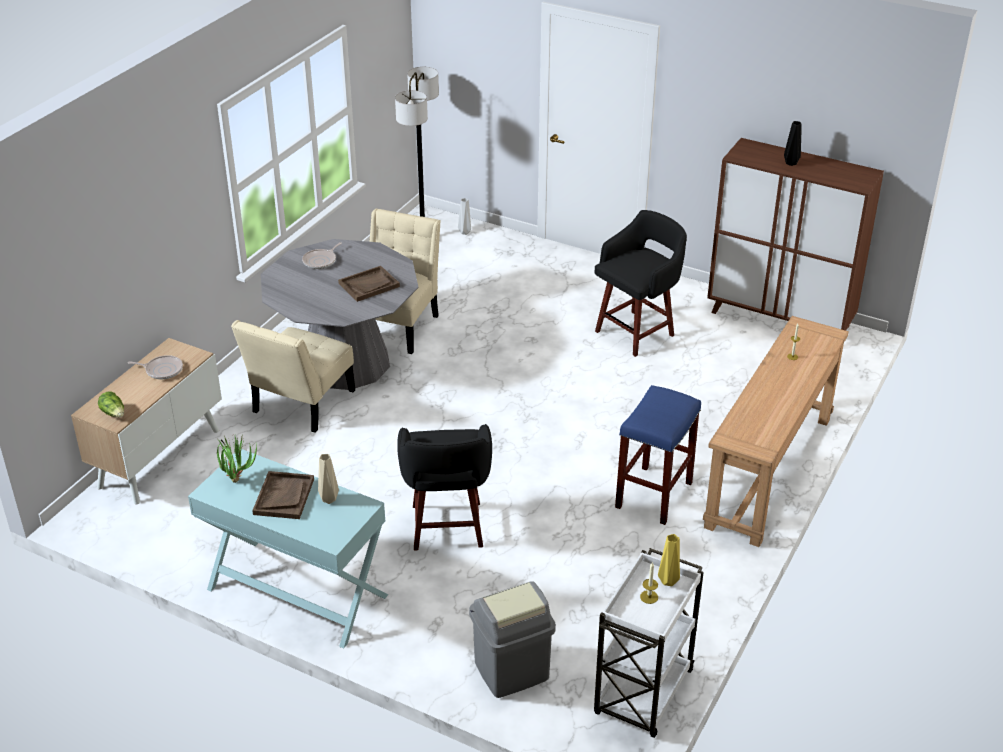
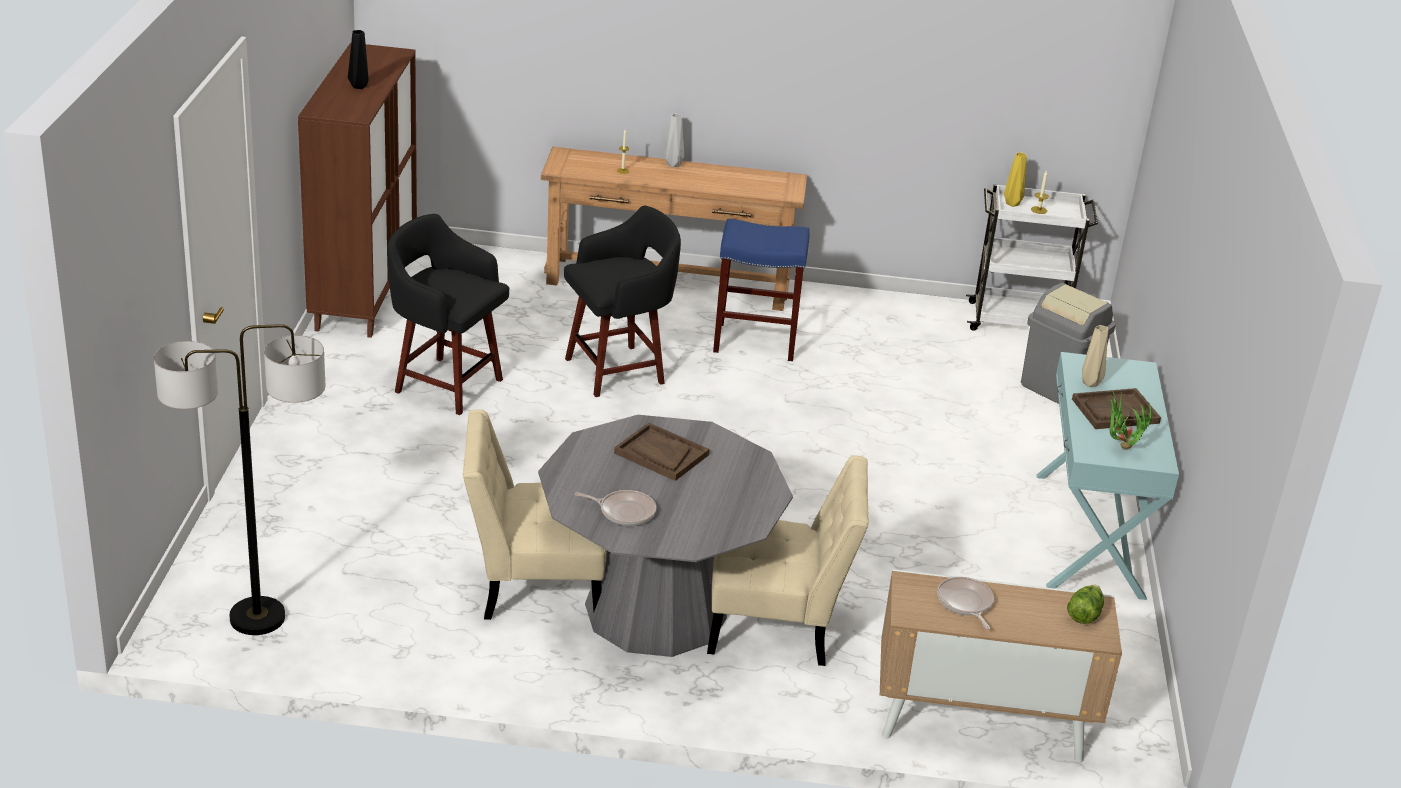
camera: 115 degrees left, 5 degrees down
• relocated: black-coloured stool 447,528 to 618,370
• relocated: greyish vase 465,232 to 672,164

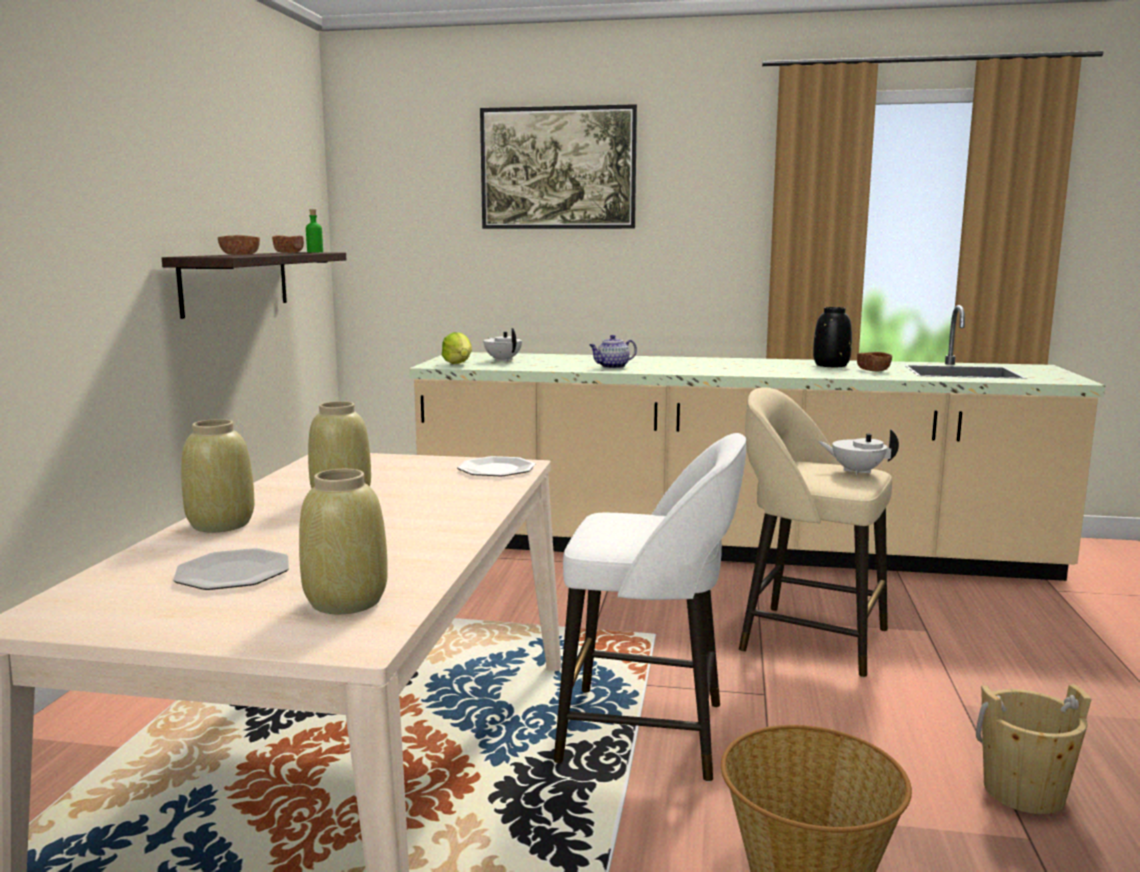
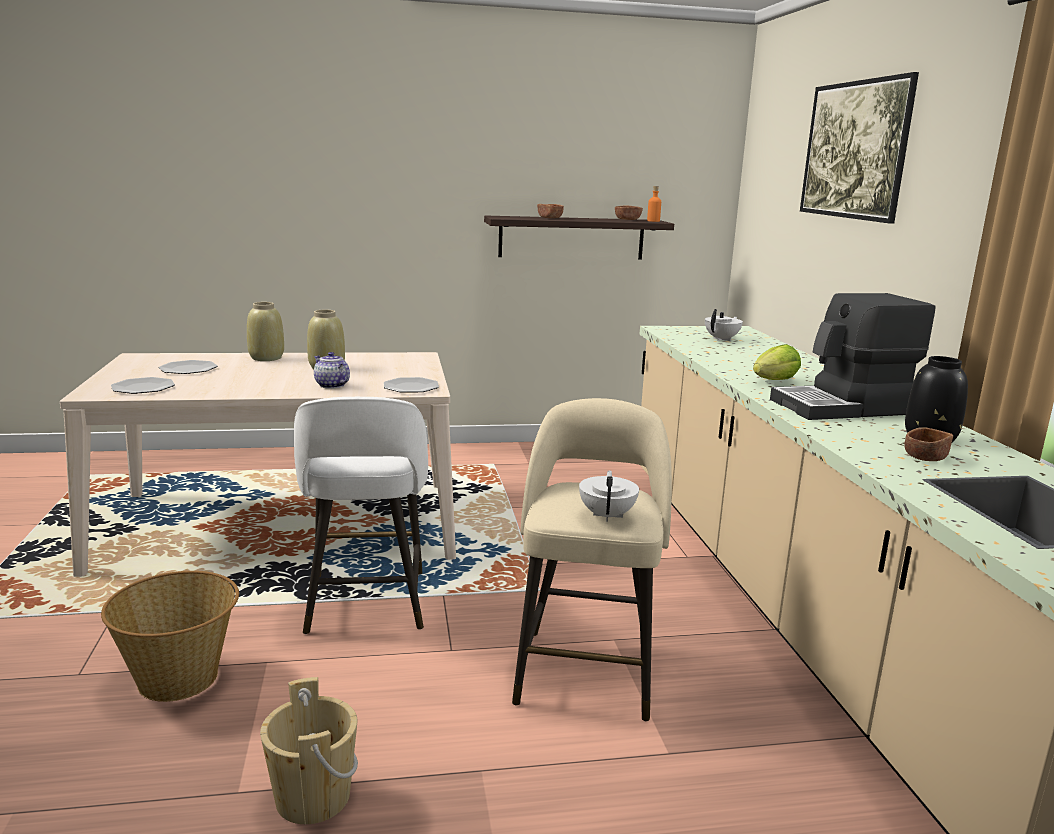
camera: 70 degrees right, 5 degrees up
• exchanged: sand-coloured vase 347,602 to plate 143,388
• relocated: tea pot 612,367 to 331,385
• colour: greenish drink bottle 315,252 to orange-coloured drink bottle 653,221
• relocated: head of lettuce 458,364 to 775,381
• appeared: coffee machine 844,407

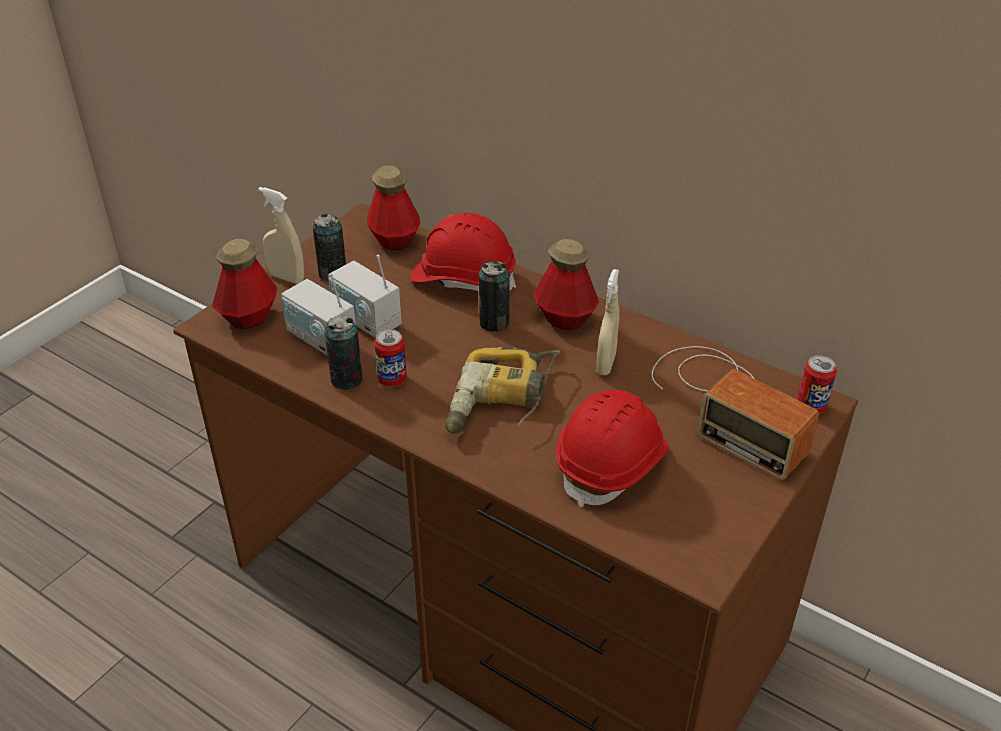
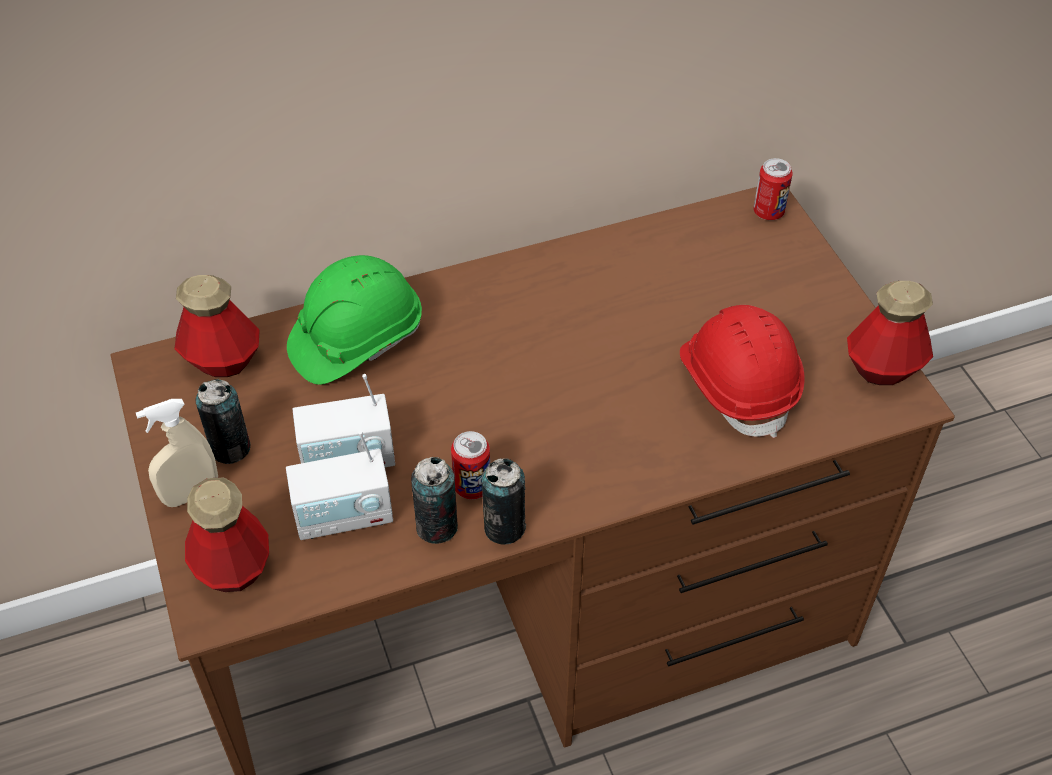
camera: 55 degrees left, 10 degrees up
• colour: red-coloured work helmet 463,278 to greenish work helmet 356,339
• relocated: can 494,323 to 504,527
• relocated: drink bottle 564,318 to 883,368
• missing: electric drill 502,402
• missing: sand-coloured hand sprayer 606,364
• missing: radio 726,404

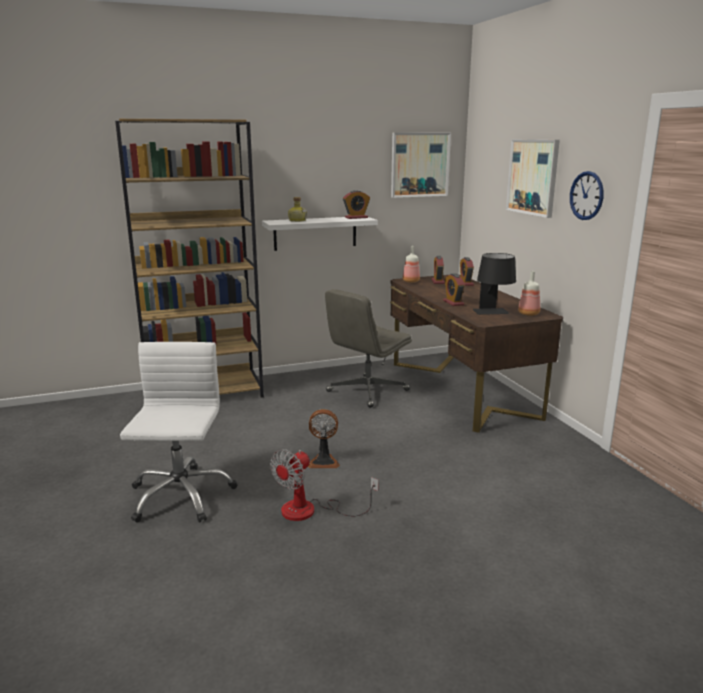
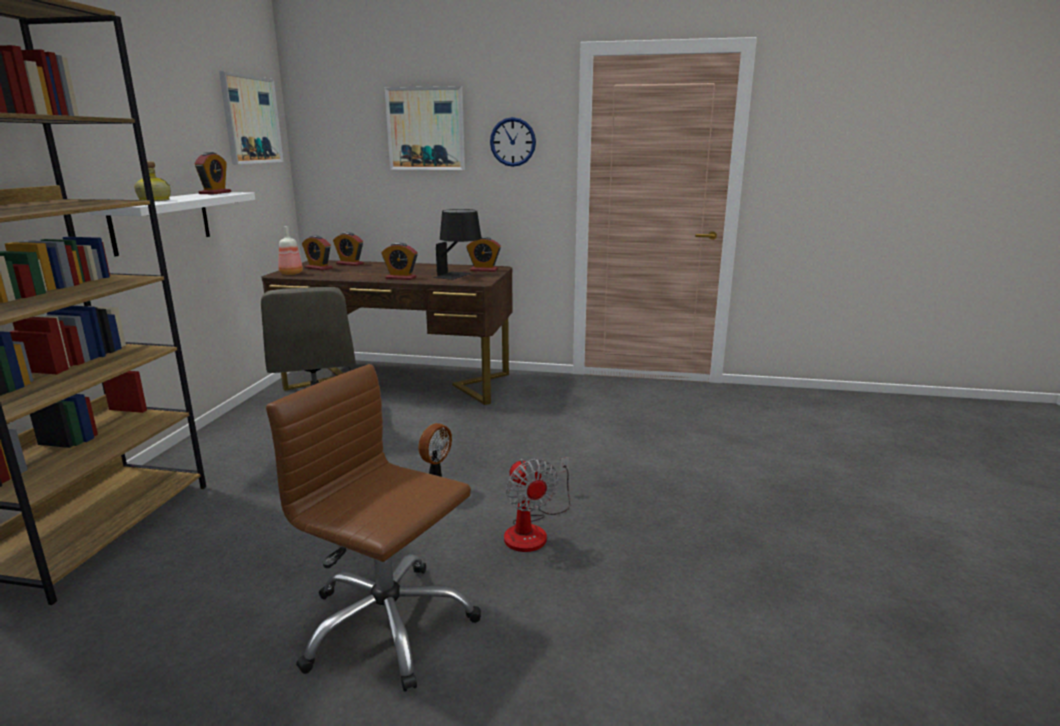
camera: 60 degrees left, 0 degrees up
• colour: white-coloured office chair 180,495 to brown office chair 387,625
• exchanged: drink bottle 529,314 to alarm clock 484,270

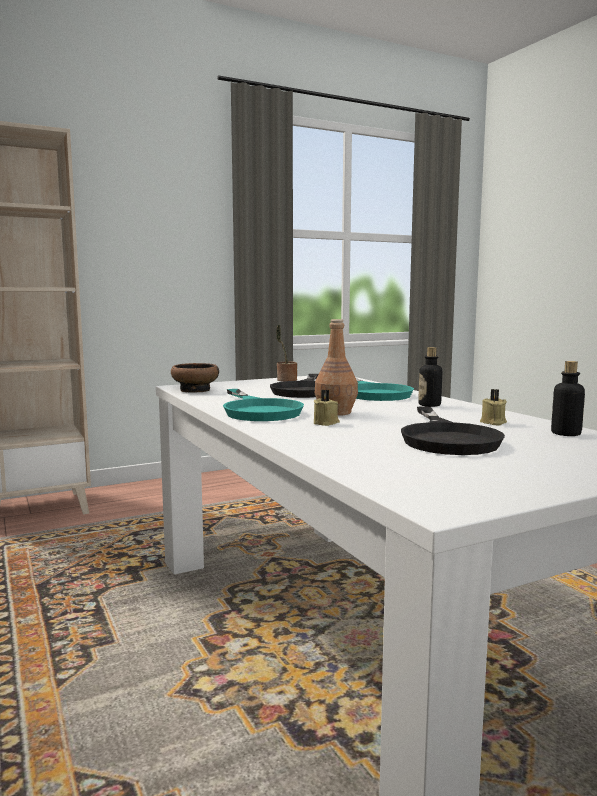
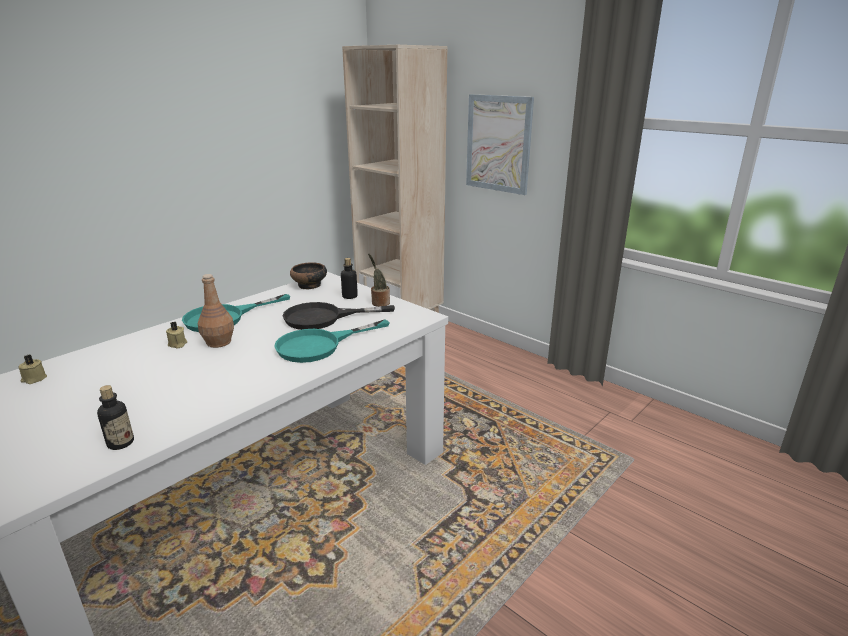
camera: 70 degrees right, 15 degrees up
• relocated: sand-coloured wax candle 493,423 to 34,379
• relocated: drink bottle 429,405 to 349,296
• appeared: wall art 498,144
• missing: black-coloured pan 447,438

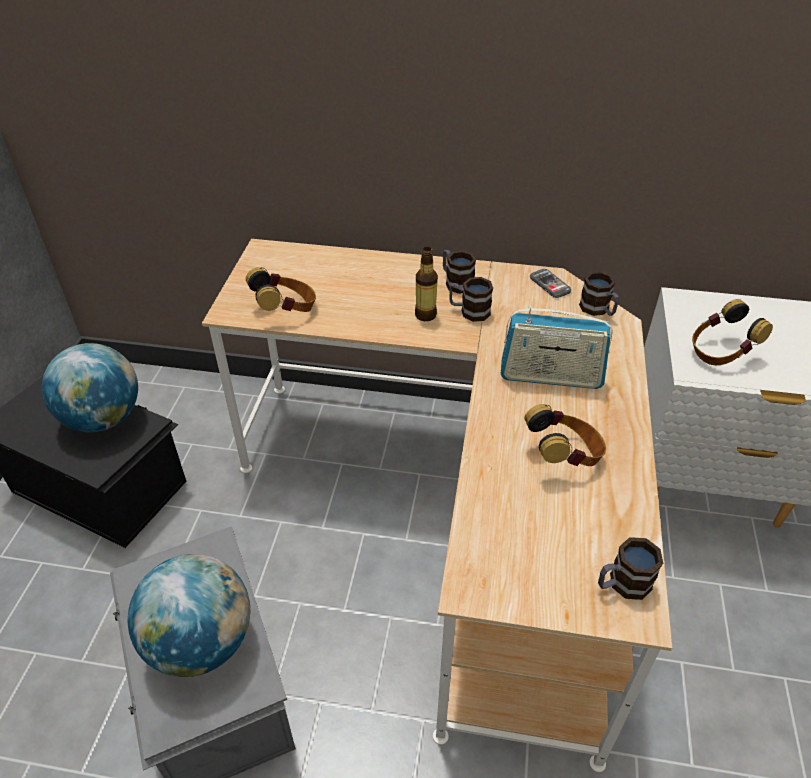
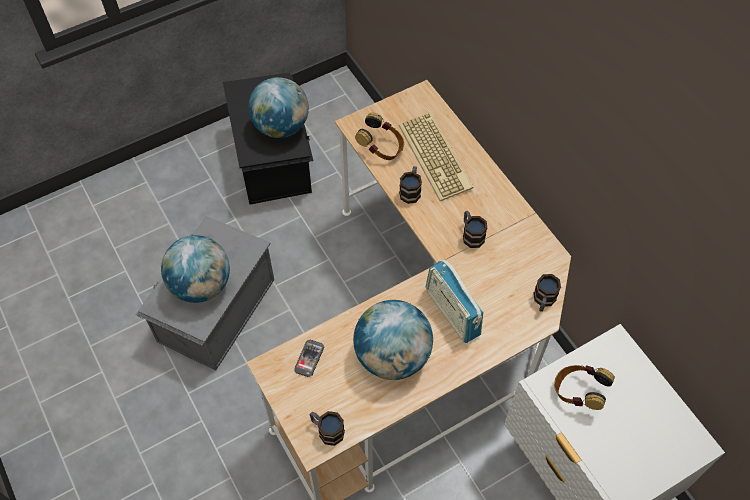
camera: 50 degrees right, 15 degrees up
• relocated: phone 550,284 to 309,358
• exchanged: headphones 564,456 to desk globe 392,356
• appeared: PC keyboard 437,157
• relocated: coffee mug 455,282 to 411,190
• missing: drink bottle 425,315

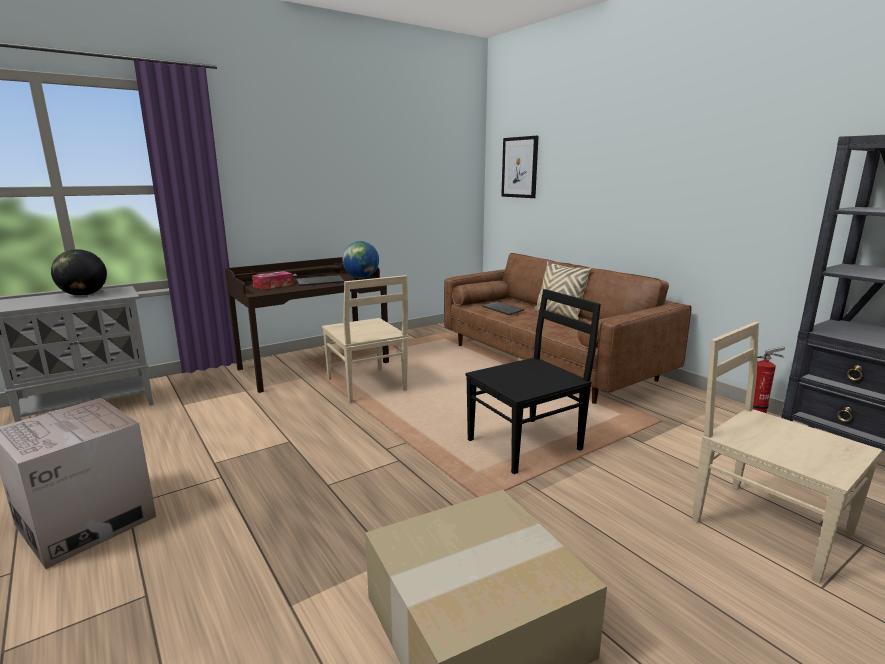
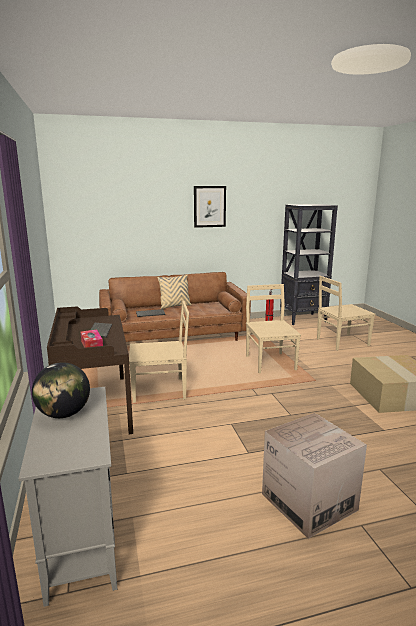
camera: 70 degrees left, 0 degrees up
• relocated: wall art 520,167 to 209,206
• colour: black-coloured plain chair 527,444 to sand-coloured plain chair 270,362
• missing: desk globe 361,277

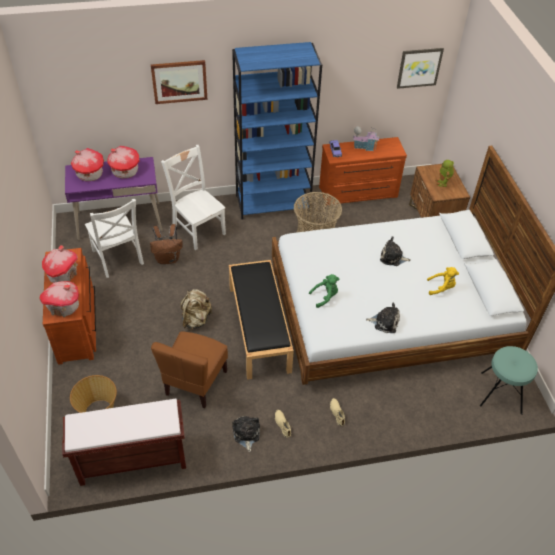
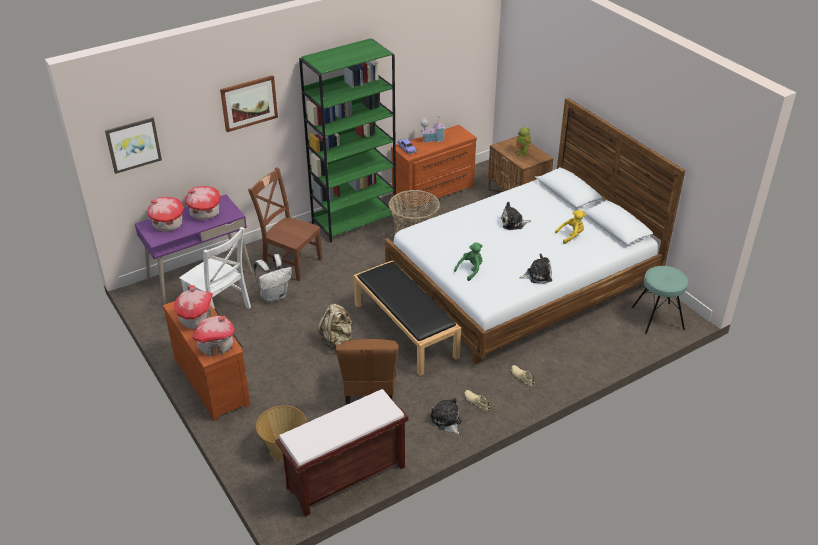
camera: 20 degrees left, 10 degrees down
• relocated: wall art 419,67 to 133,144
• colour: white-coloured plain chair 198,229 to brown plain chair 290,262
• colour: brown knapsack 168,258 to white-coloured knapsack 274,296
• colour: blue bookshelf 273,203 to greenish bookshelf 354,220

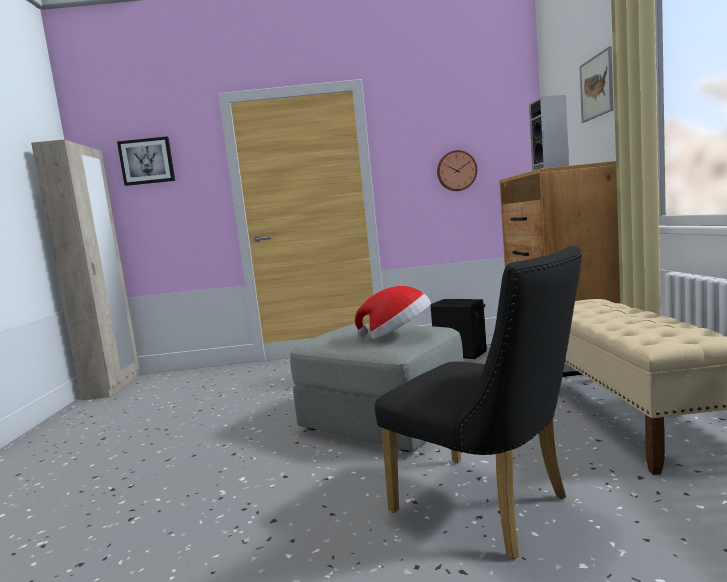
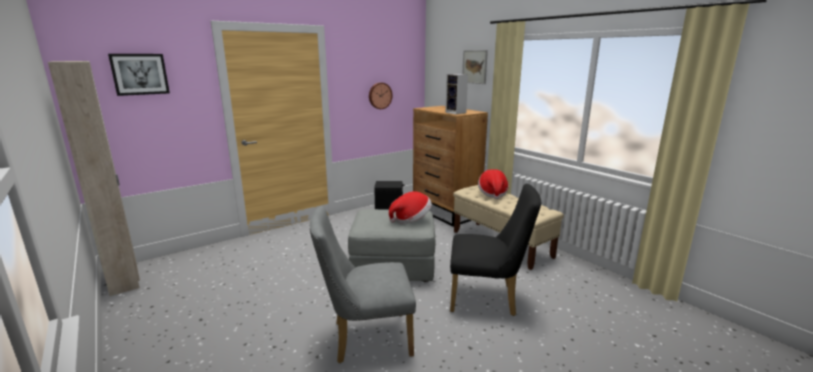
camera: 35 degrees left, 10 degrees up
• appeared: greyish plain chair 365,339
• appeared: hat 492,193

